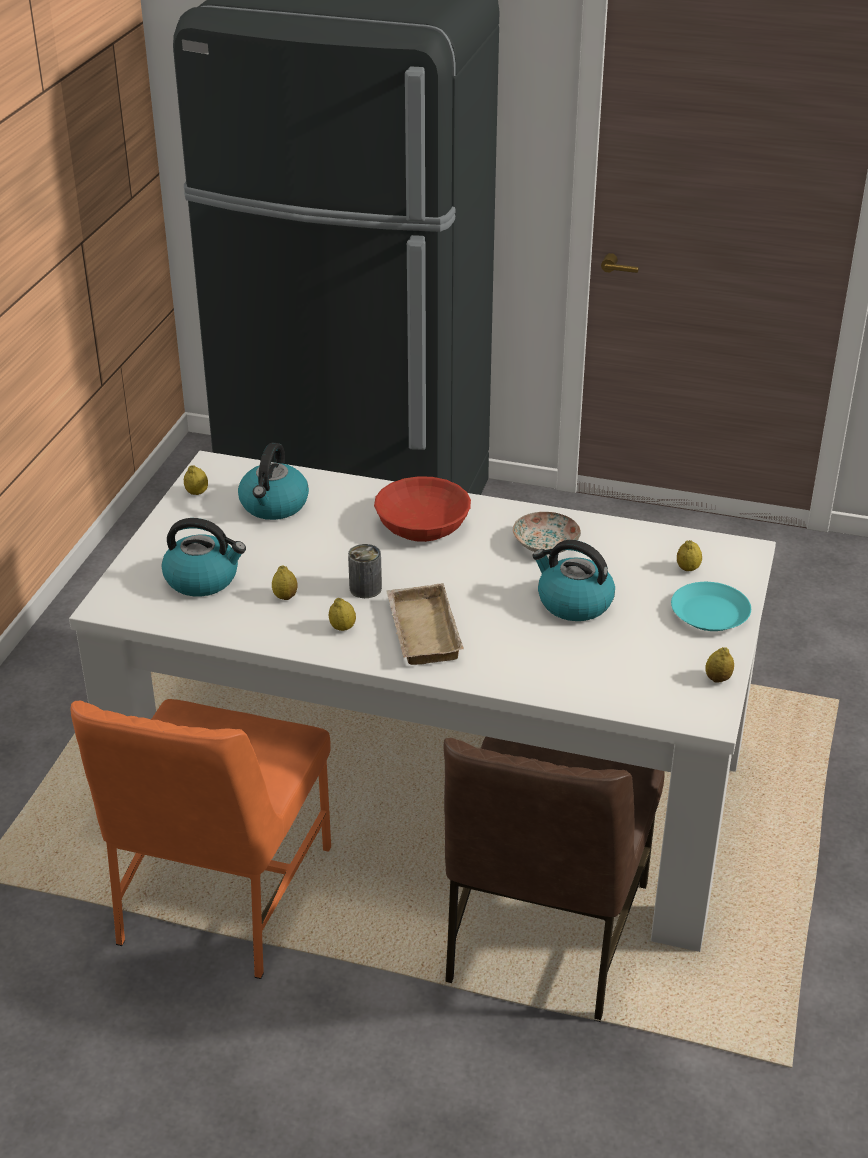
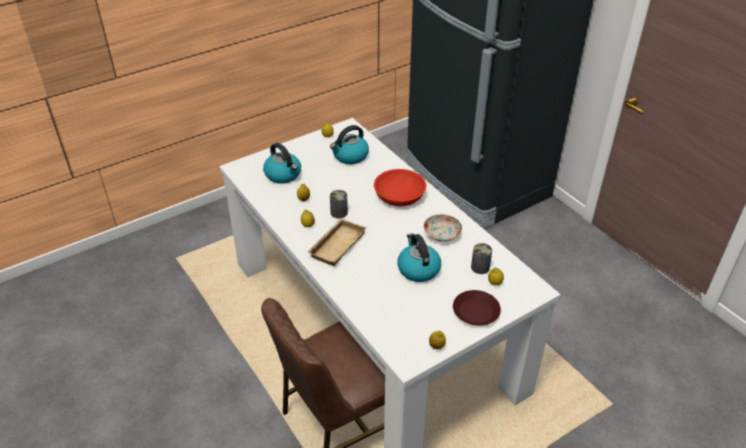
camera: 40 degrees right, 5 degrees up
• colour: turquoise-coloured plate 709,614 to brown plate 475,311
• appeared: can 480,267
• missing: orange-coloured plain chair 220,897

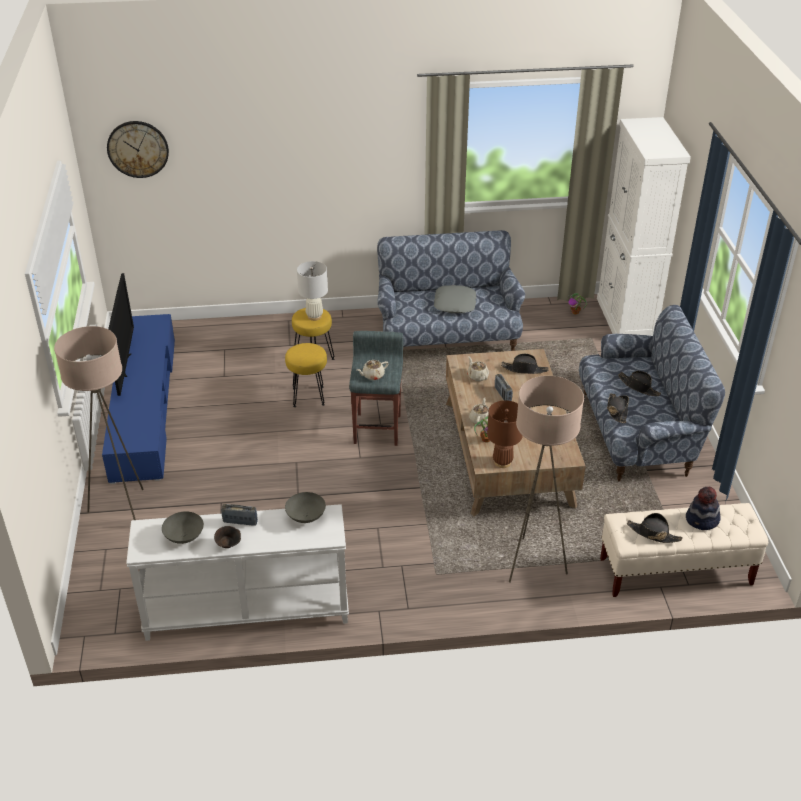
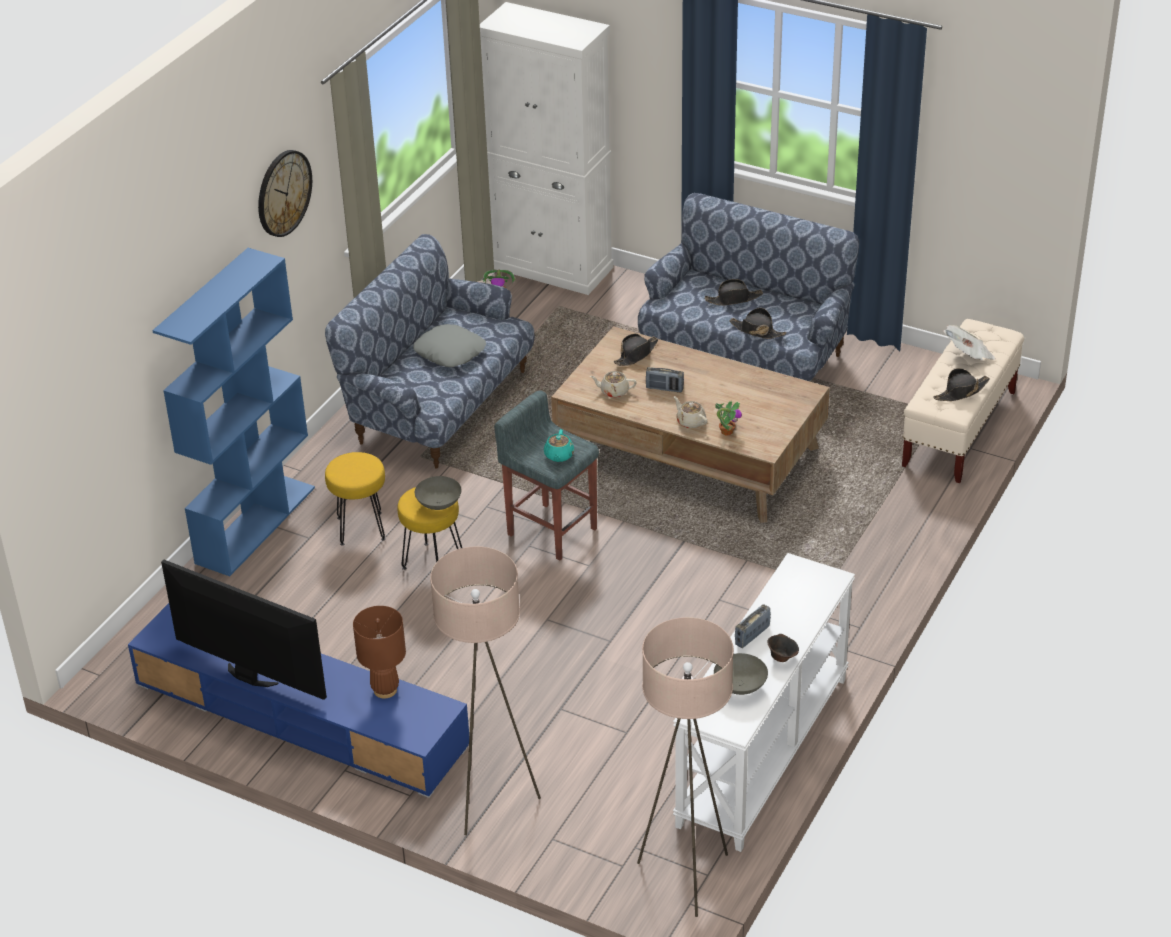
camera: 55 degrees left, 0 degrees up
• appeared: blue bookshelf 255,524
• relocated: wall clock 138,149 to 283,193
• relocated: brown table lamp 502,462 to 385,690
• relocated: greyish deep dish 305,517 to 438,505
• colour: sand-coloured tea pot 372,375 to turquoise-coloured tea pot 559,456
• relocated: sand-coloured standard lamp 533,564 to 686,877
• exchanged: hat 702,520 to printed paper 968,355
• missing: white-coloured table lamp 314,316

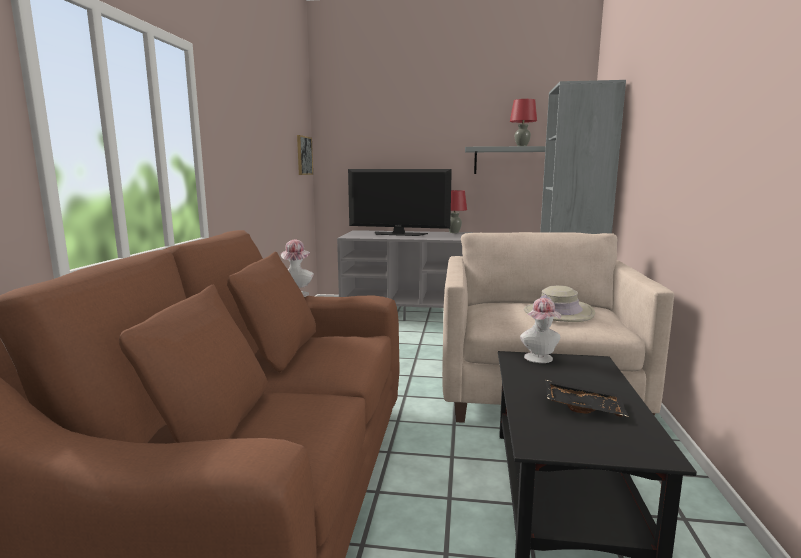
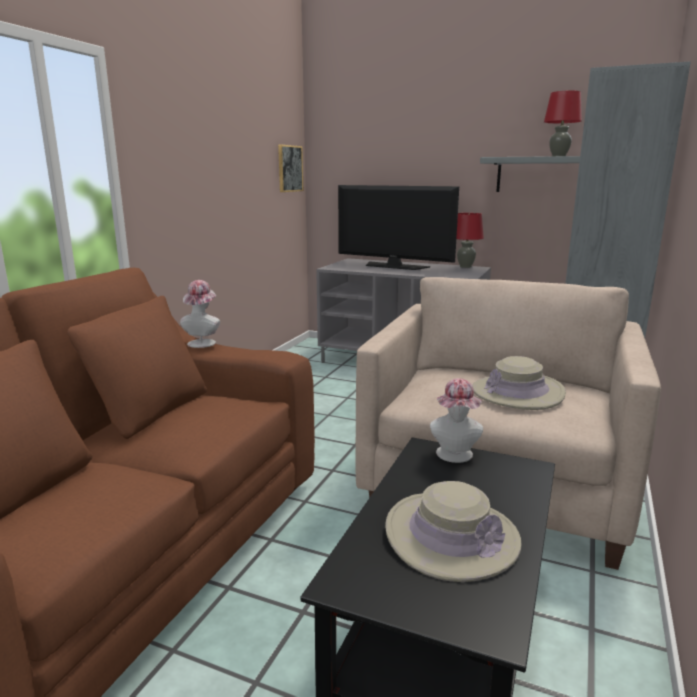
camera: 15 degrees right, 5 degrees up
• exchanged: black-coloured serving tray 583,407 to sand-coloured hat 451,536

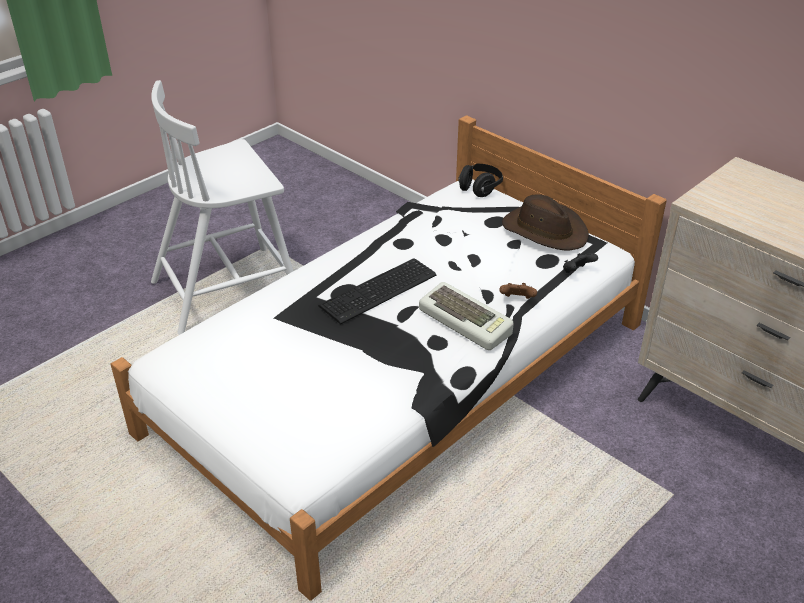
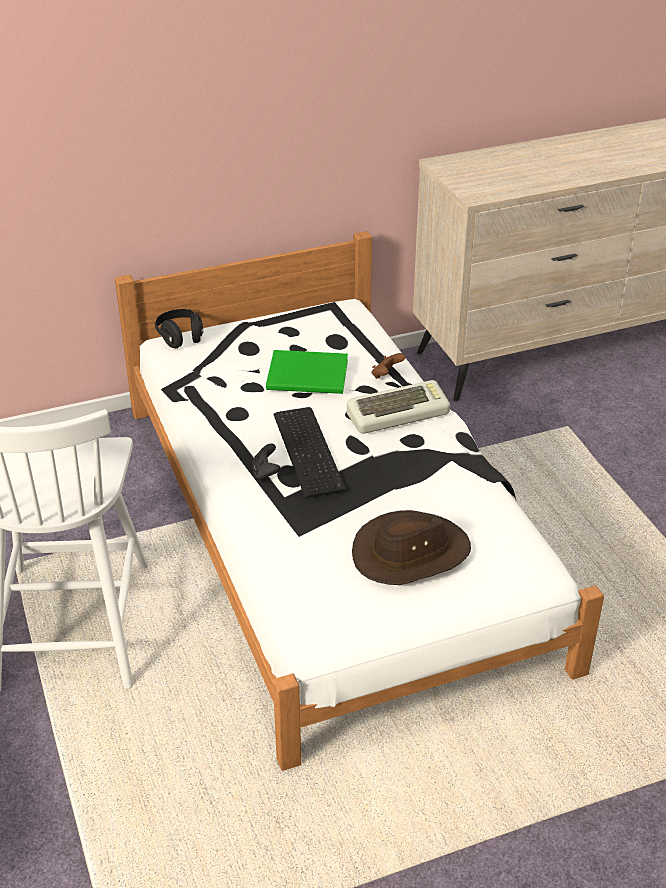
camera: 65 degrees left, 0 degrees up
• relocated: black-coloured joypad 577,271 to 265,473
• appeared: greenish bound book 310,376
• relocated: brown hat 544,230 to 410,553

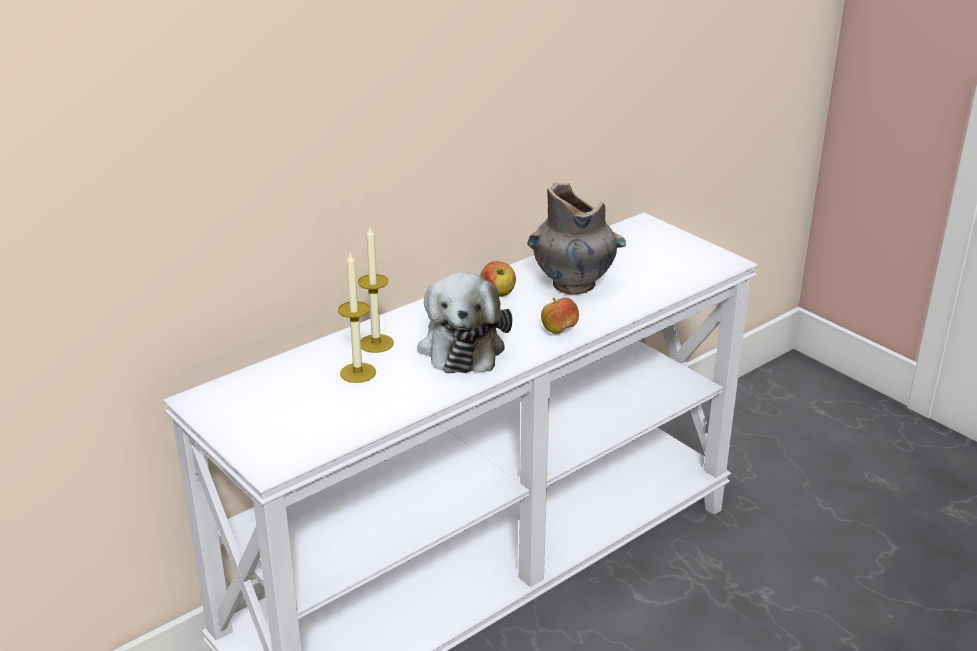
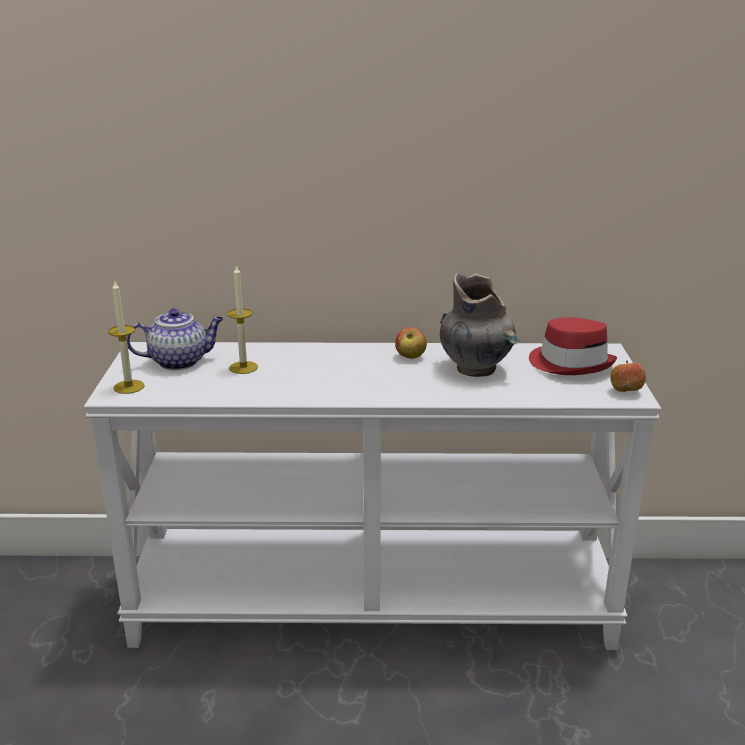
camera: 40 degrees right, 5 degrees down
• relocated: wax candle 376,343 to 129,387
• appeared: tea pot 180,361
• appeared: red-coloured hat 571,363
• relocated: apple 559,331 to 626,391
• missing: soft toy 462,346

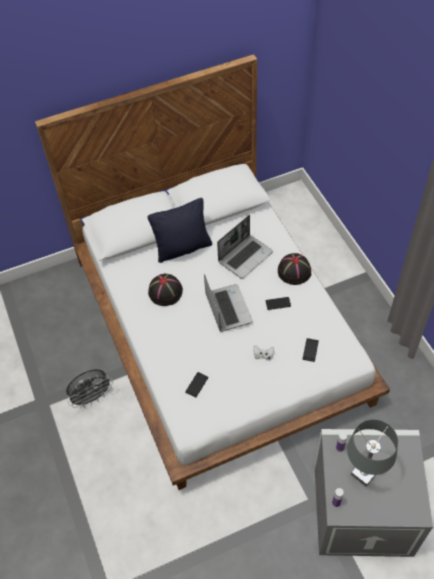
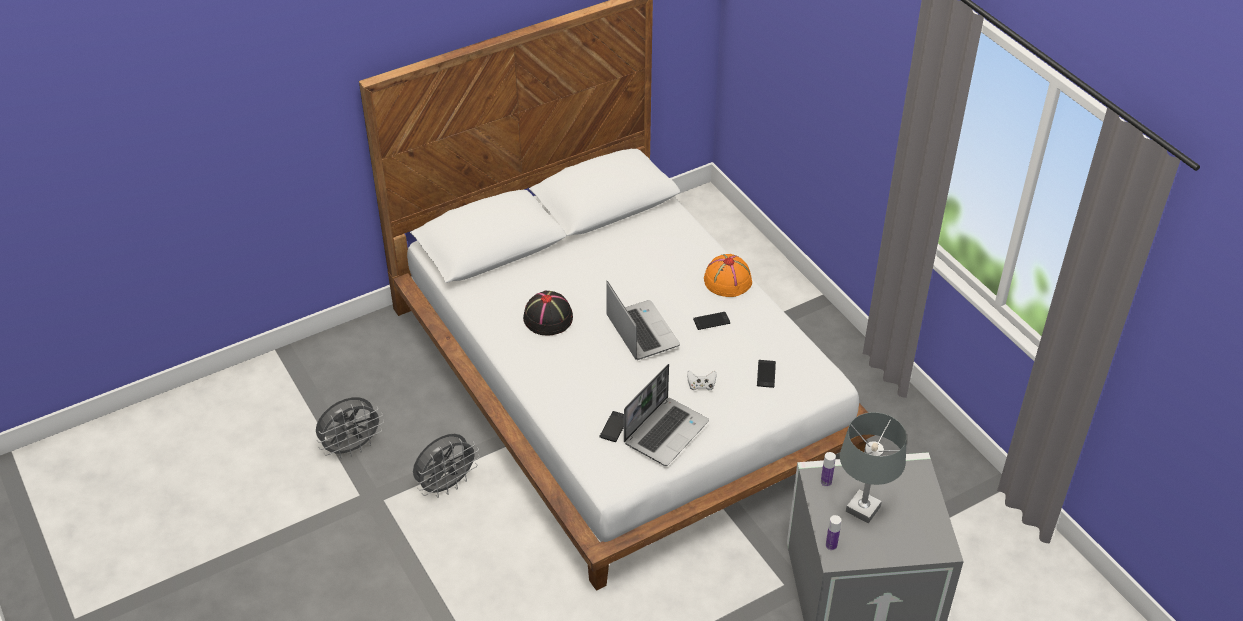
camera: 10 degrees left, 10 degrees down
• appeared: greyish electric fan 352,447
• relocated: portable computer 245,256 to 666,431
• colour: black-coloured hat 294,271 to orange-coloured hat 727,280
• missing: black-coloured throw pillow 183,248

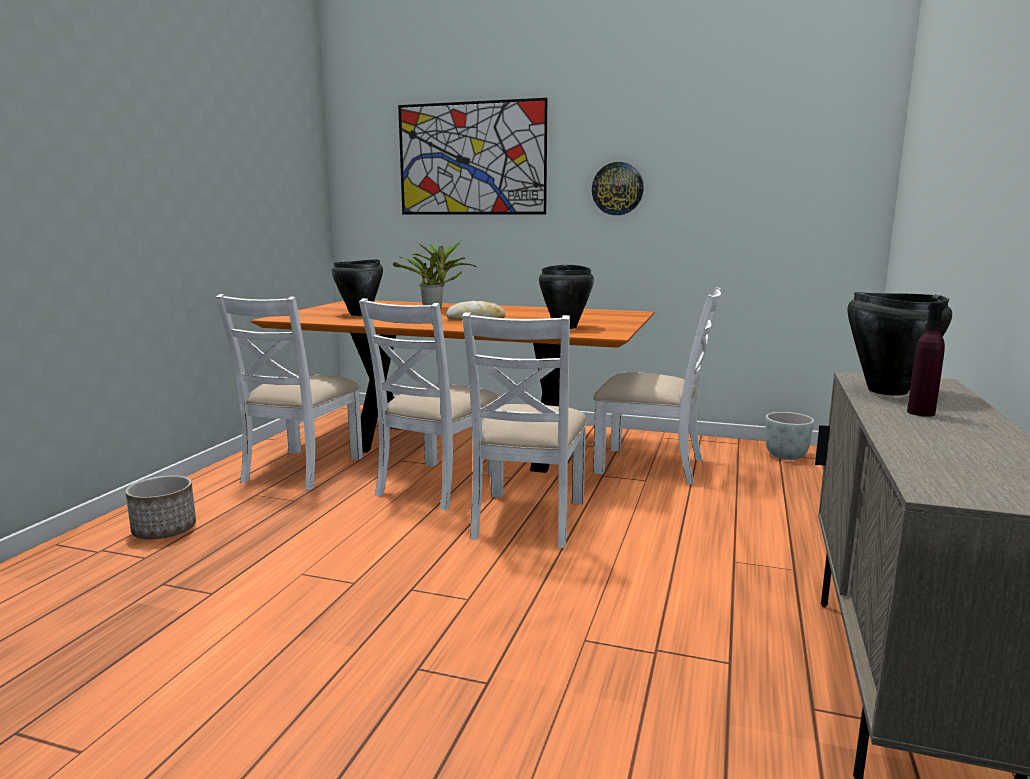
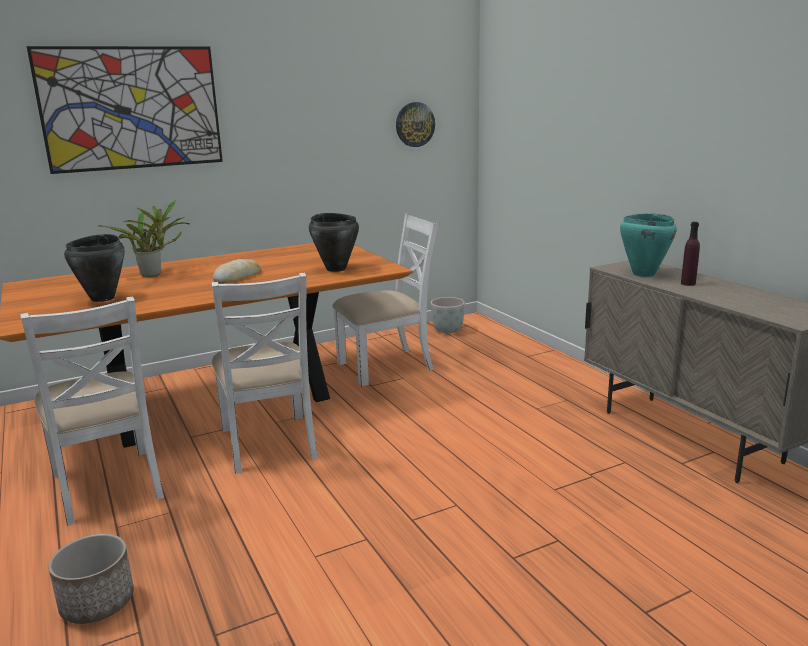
camera: 45 degrees left, 5 degrees up
• relocated: wall clock 617,189 to 415,124
• colour: black-coloured stockpot 886,391 to turquoise-coloured stockpot 643,274
• missing: white-coloured plain chair 527,519

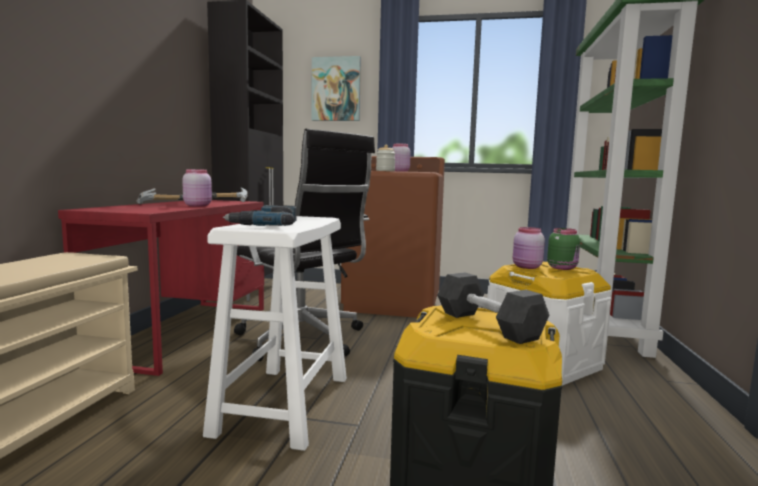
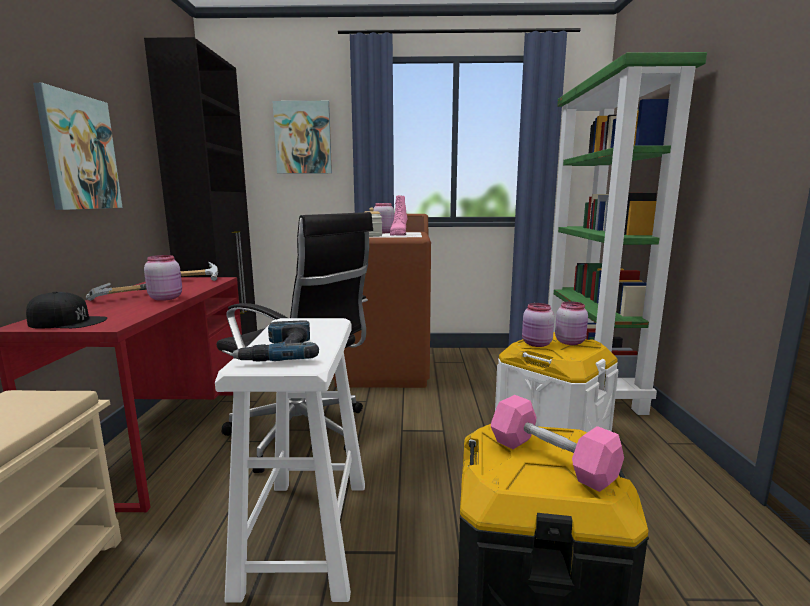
camera: 10 degrees left, 5 degrees up
• appeared: black-coloured baseball cap 68,322
• appeared: wall art 79,152
• appeared: pink boot 398,235
• colour: greyish hand weight 488,325 to pink hand weight 551,459
• colour: greenish storage jar 562,268 to pink storage jar 570,342

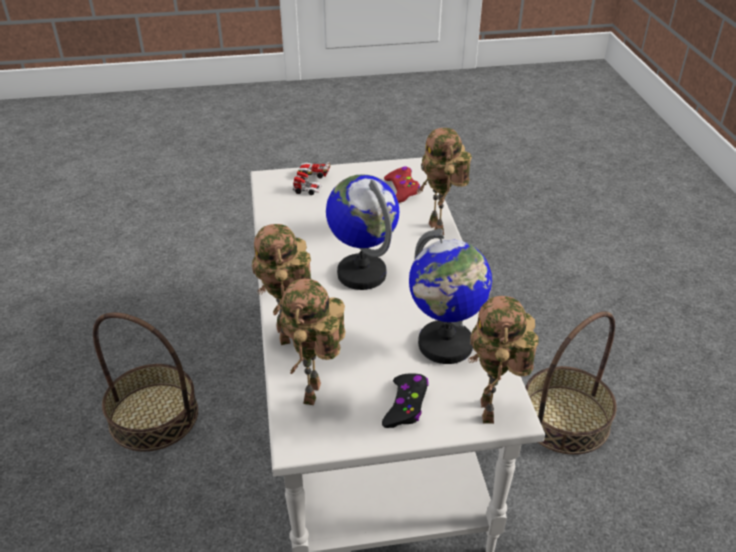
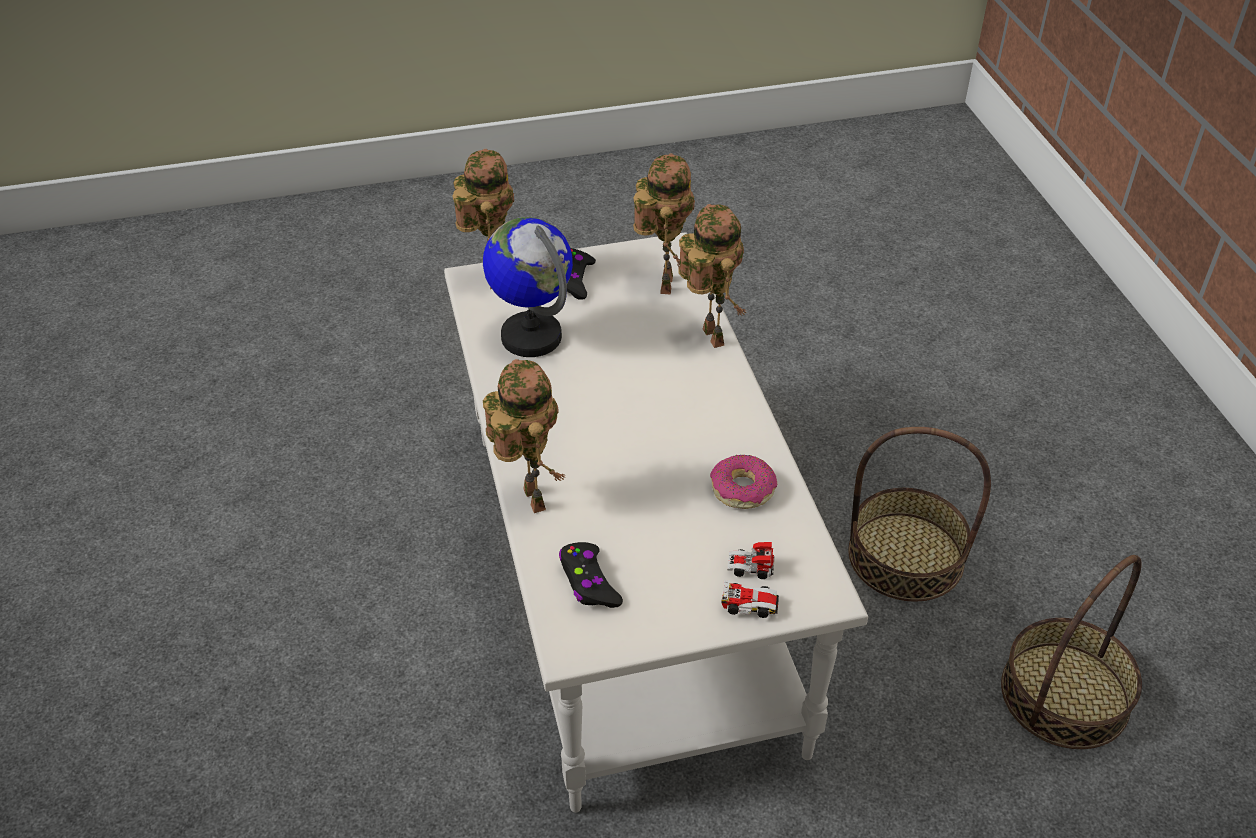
camera: 175 degrees right, 5 degrees up
• colour: red-coloured joypad 402,189 to black-coloured joypad 589,582
• appeared: doughnut 742,489
• relocated: basket 565,419 to 1064,694
• missing: desk globe 362,273

